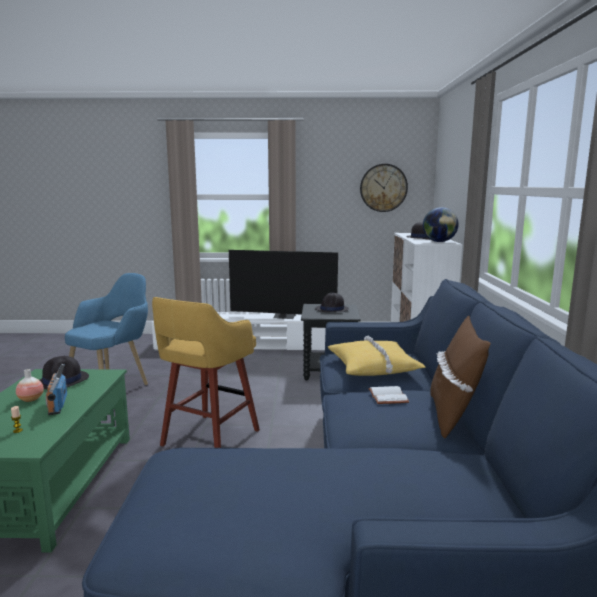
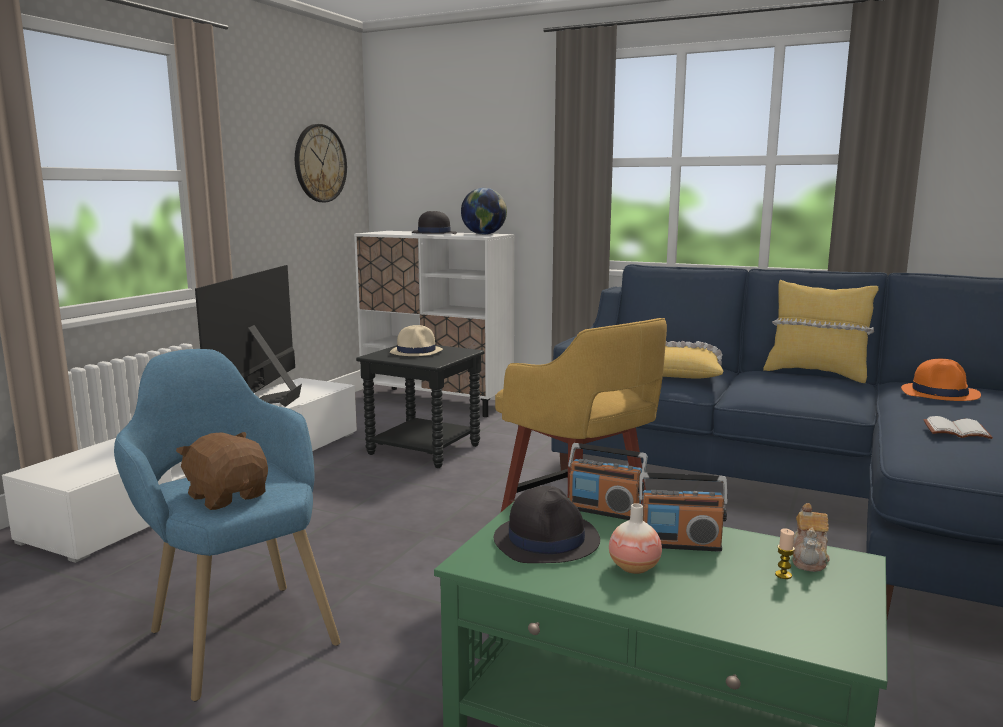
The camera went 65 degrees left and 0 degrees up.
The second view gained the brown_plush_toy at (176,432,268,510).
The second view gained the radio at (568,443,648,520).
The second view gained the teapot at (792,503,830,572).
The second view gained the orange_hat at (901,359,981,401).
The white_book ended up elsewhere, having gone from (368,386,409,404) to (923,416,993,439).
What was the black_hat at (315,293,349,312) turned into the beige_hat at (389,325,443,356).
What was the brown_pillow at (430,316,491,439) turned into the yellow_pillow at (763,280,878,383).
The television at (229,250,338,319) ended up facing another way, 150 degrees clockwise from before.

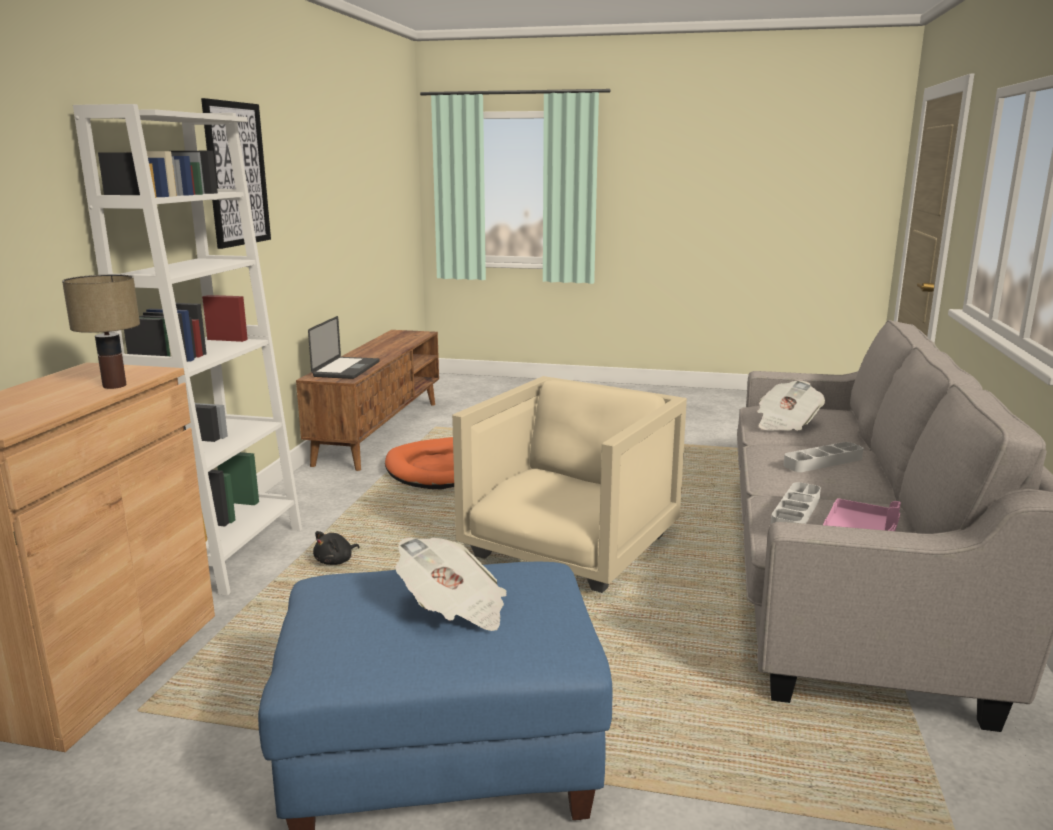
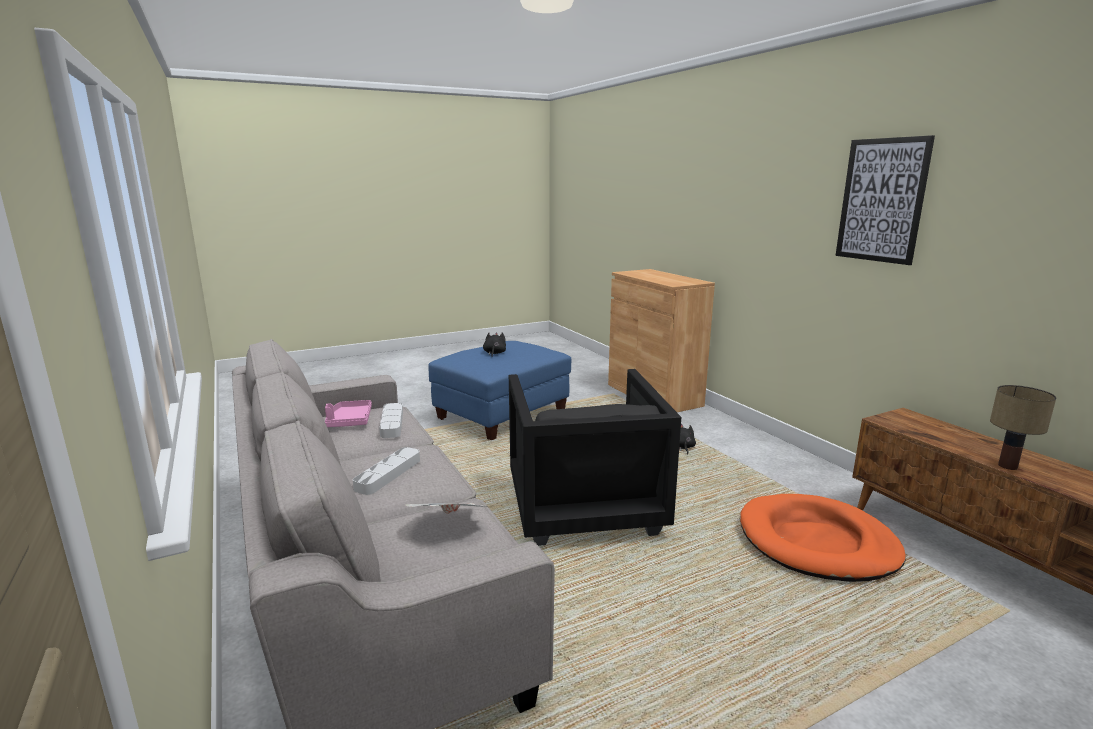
The camera went 140 degrees right and 0 degrees up.
The second view lost the white_bookcase at (73,104,302,595).
The second view lost the laptop at (308,316,379,379).
The table_lamp ended up elsewhere, having gone from (62,274,140,389) to (990,385,1056,470).
Where the newspaper stood at (395,537,507,631), the black_plush_toy came to stand at (483,332,506,356).
What was the beige_armchair at (452,376,687,593) turned into the black_armchair at (509,369,681,546).

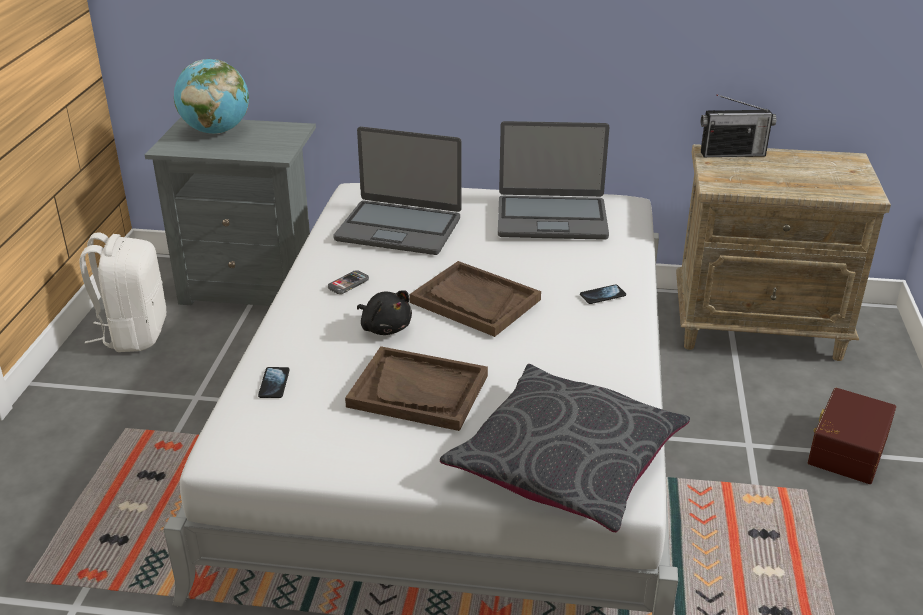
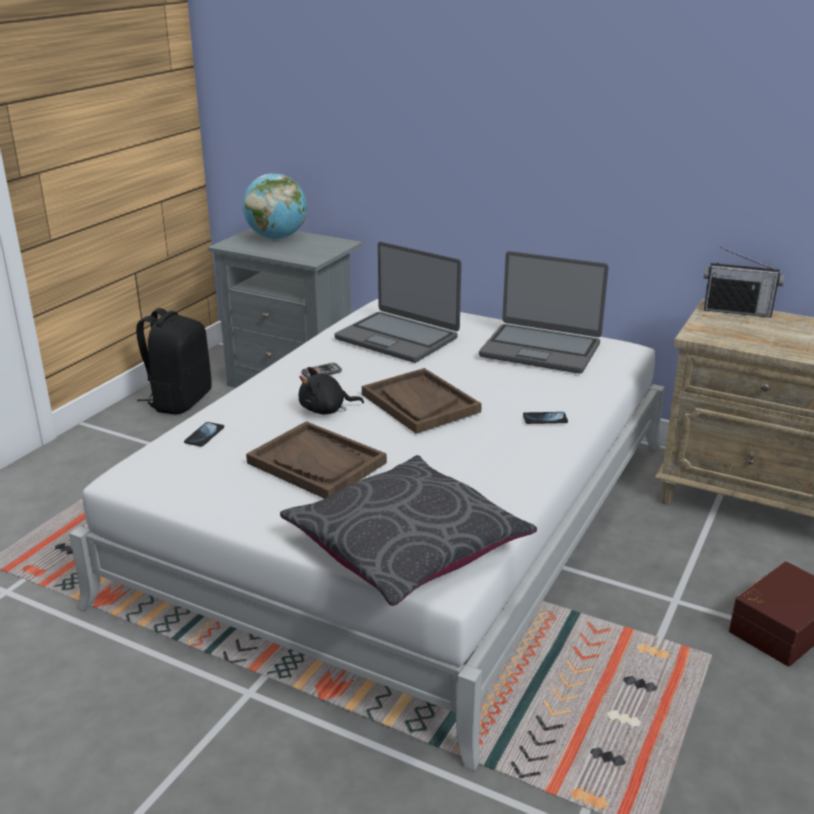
The camera went 20 degrees right and 5 degrees down.
What was the white_backpack at (79,232,166,352) turned into the black_backpack at (136,308,212,415).
The black_plush_toy at (357,290,412,335) ended up facing another way, 105 degrees clockwise from before.

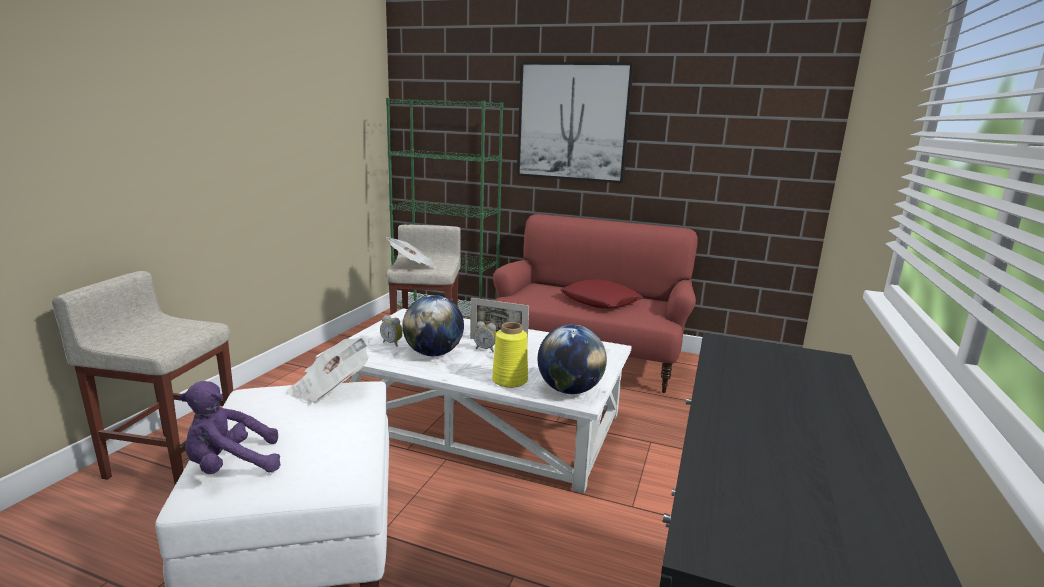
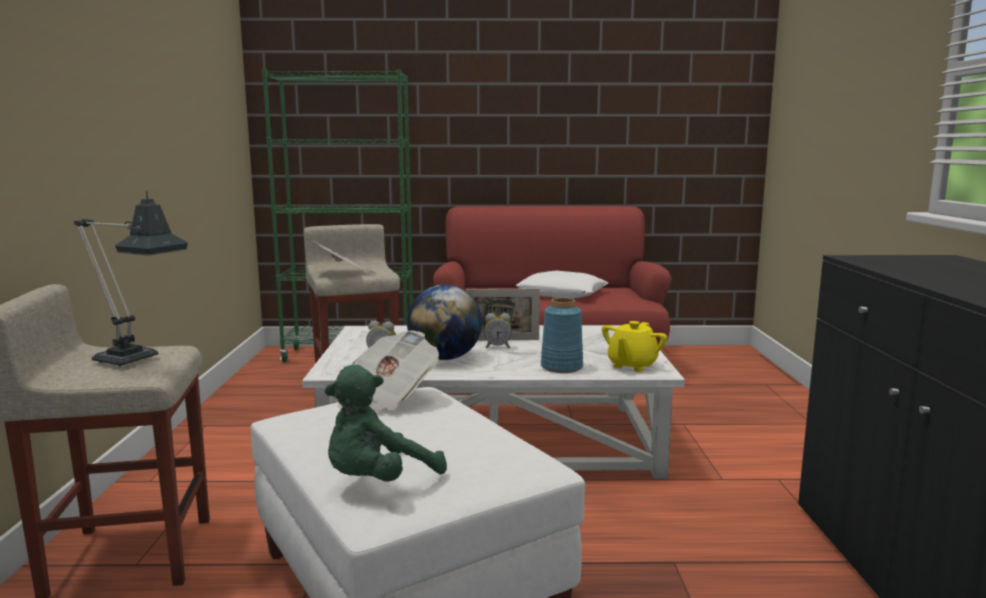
The camera went 20 degrees left and 5 degrees down.
The second view lost the picture at (517,62,634,184).
The second view gained the table_lamp at (74,191,188,367).
Where the globe stood at (538,325,607,394), the yellow_teapot came to stand at (602,321,667,372).
What was the purple_plush_toy at (179,381,280,474) turned into the green_plush_toy at (325,365,447,482).
What was the yellow_vase at (492,322,528,388) turned into the blue_vase at (541,297,583,373).
What was the red_pillow at (560,280,643,309) turned into the white_pillow at (516,271,608,298).

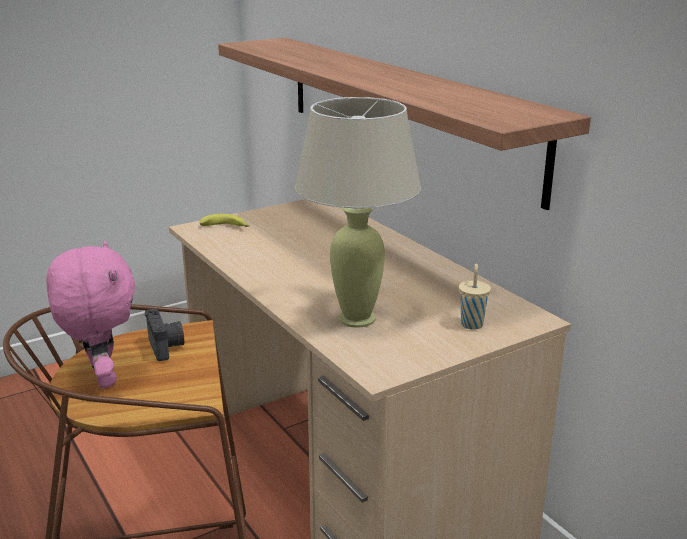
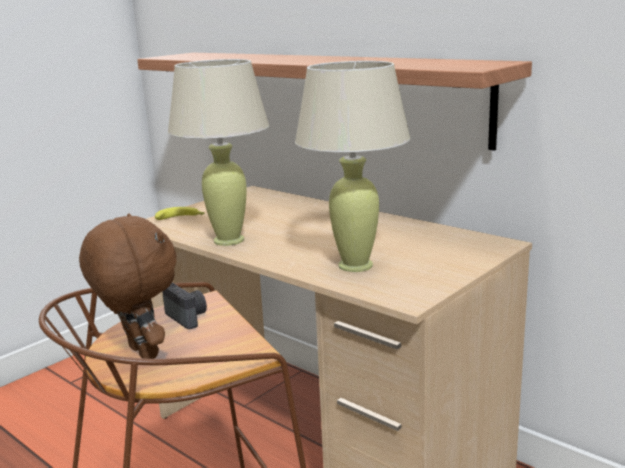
The camera went 15 degrees left and 5 degrees down.
The second view lost the beige_cup at (459,263,491,329).
The second view gained the beige_table_lamp at (168,59,269,246).
What was the pink_plush_toy at (46,241,135,388) turned into the brown_plush_toy at (79,213,177,359).

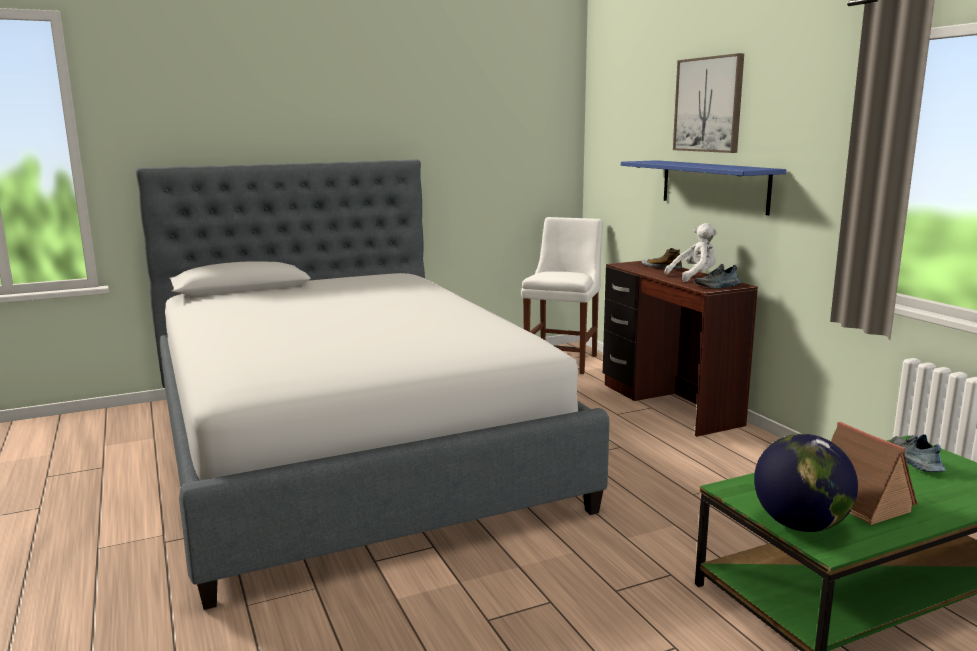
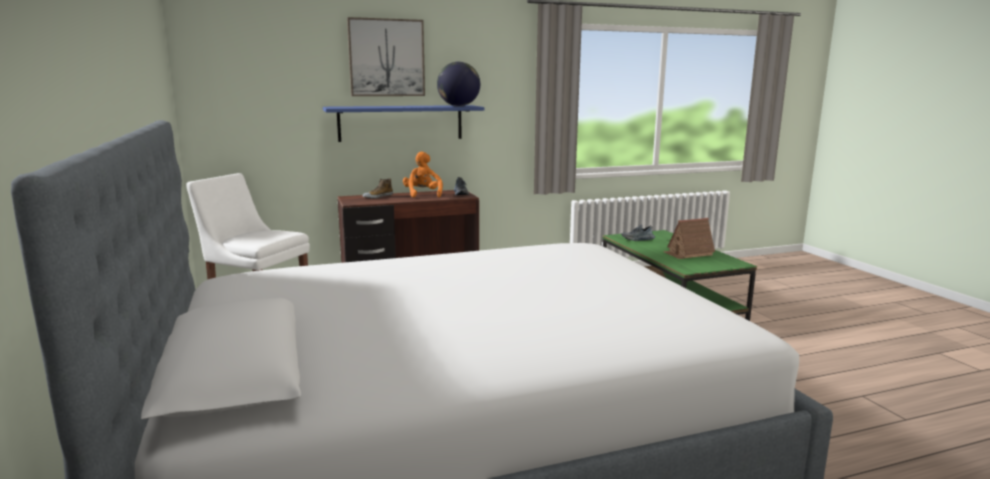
The camera went 85 degrees left and 0 degrees up.
The globe ended up elsewhere, having gone from (754,434,858,532) to (437,62,480,106).
What was the white_plush_toy at (665,223,718,282) turned into the orange_plush_toy at (403,152,443,198).

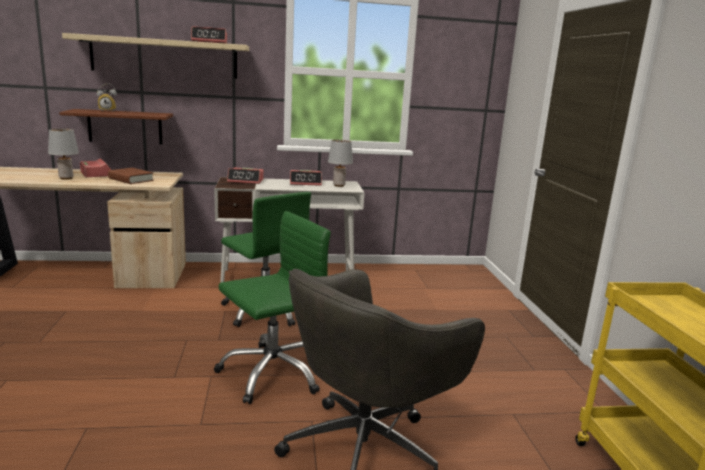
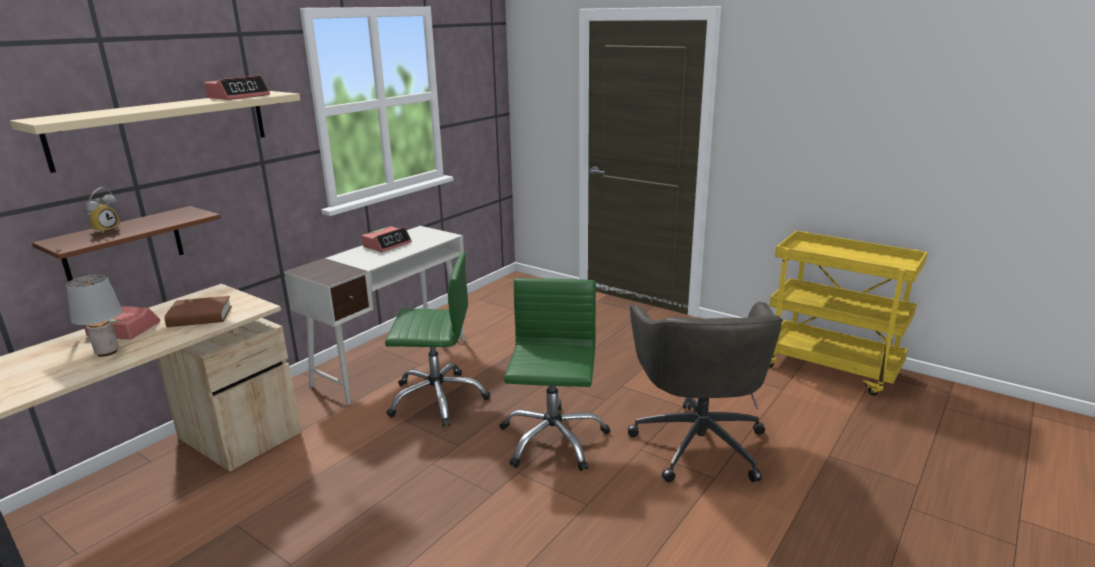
The camera went 45 degrees left and 5 degrees up.
The second view lost the alarm_clock at (227,167,264,184).
The second view lost the grey_table_lamp at (328,140,353,187).

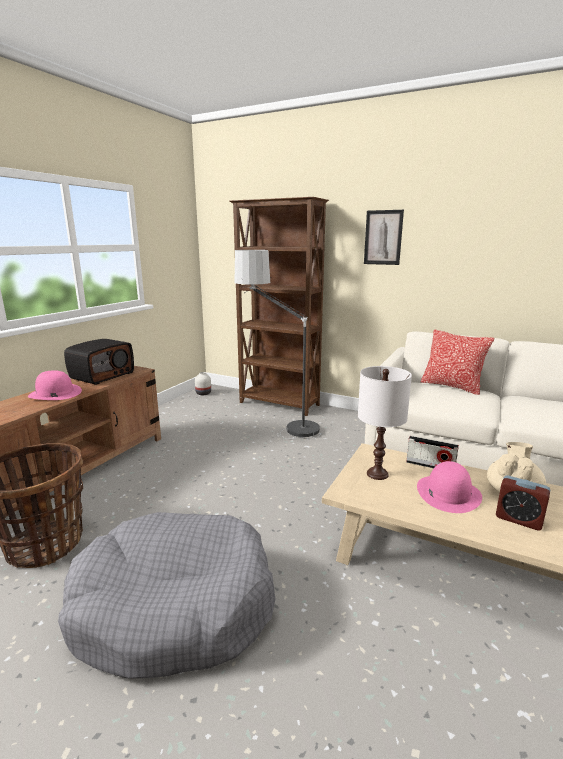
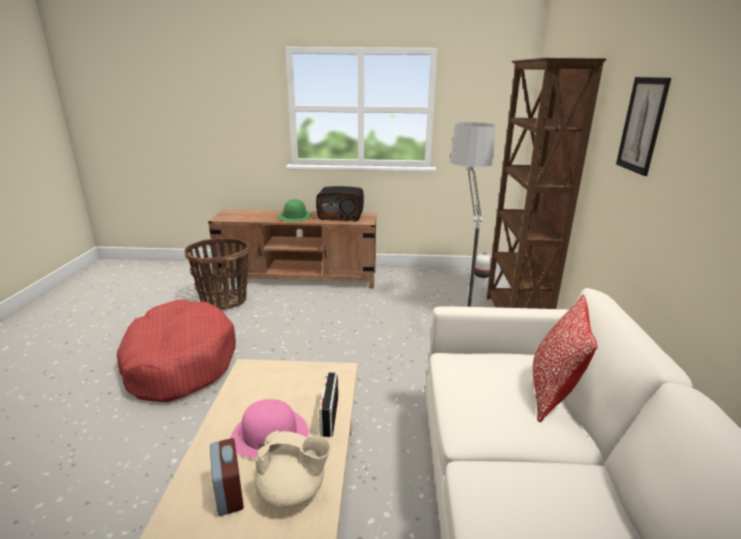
The camera went 65 degrees right and 5 degrees up.
The second view lost the white_table_lamp at (358,366,412,480).
What was the pink_hat at (28,370,82,400) turned into the green_hat at (278,199,312,222).
What was the grey_dog_bed at (58,512,275,679) turned into the red_dog_bed at (117,299,236,402).
The alarm_clock at (496,476,550,530) ended up facing another way, 150 degrees clockwise from before.

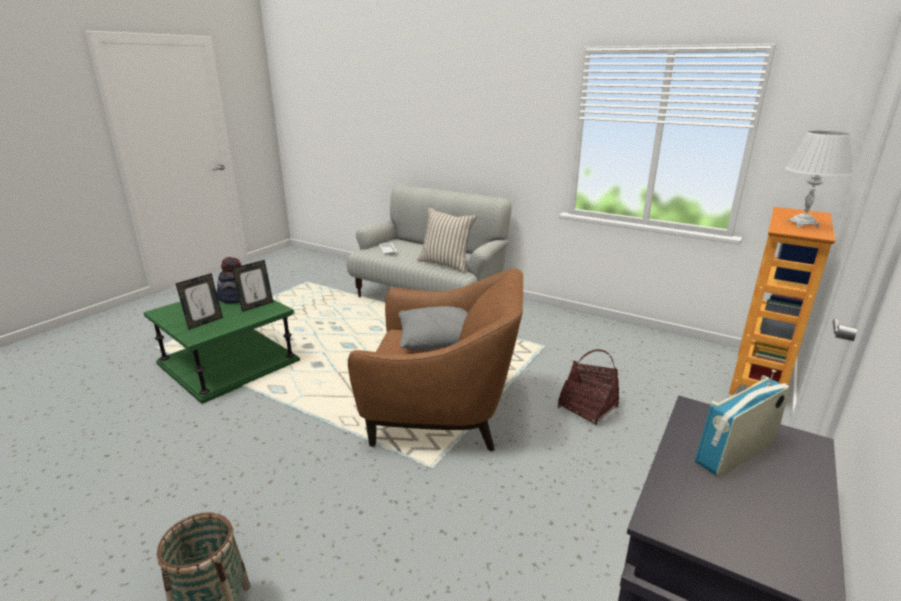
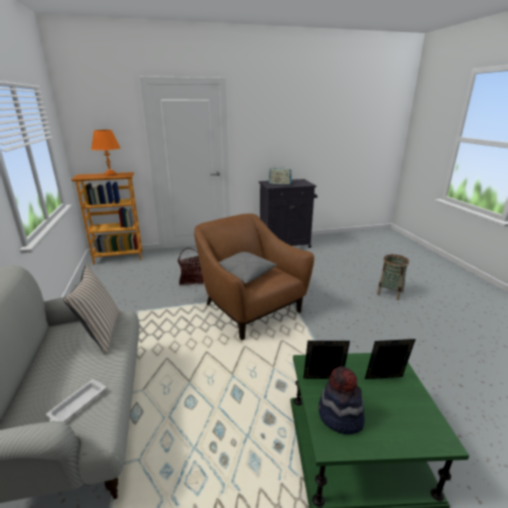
The camera went 135 degrees left and 0 degrees up.
What was the white_table_lamp at (785,131,853,228) turned into the orange_table_lamp at (91,130,120,176).

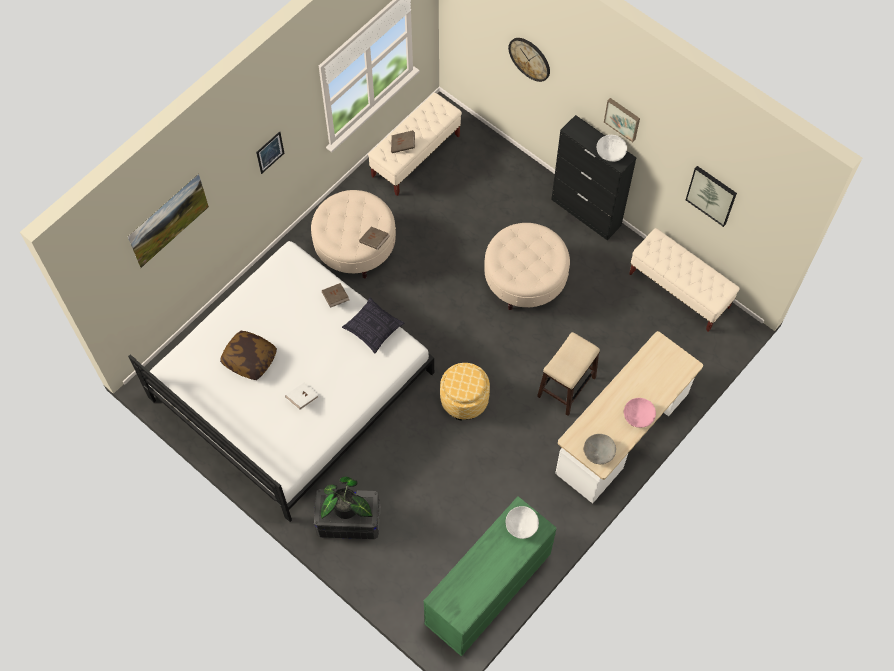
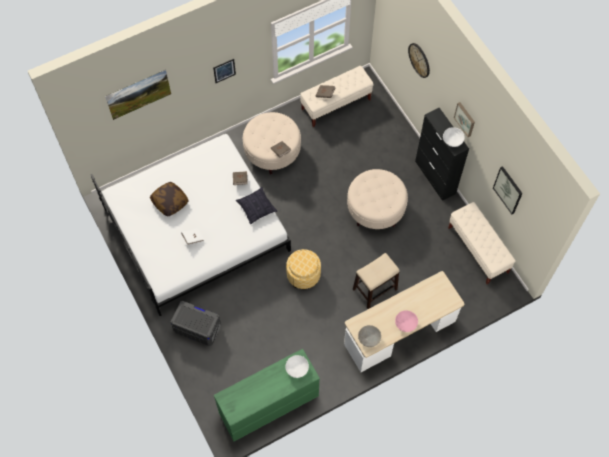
The camera went 20 degrees right and 0 degrees up.
The second view lost the potted_plant at (321,476,373,519).

